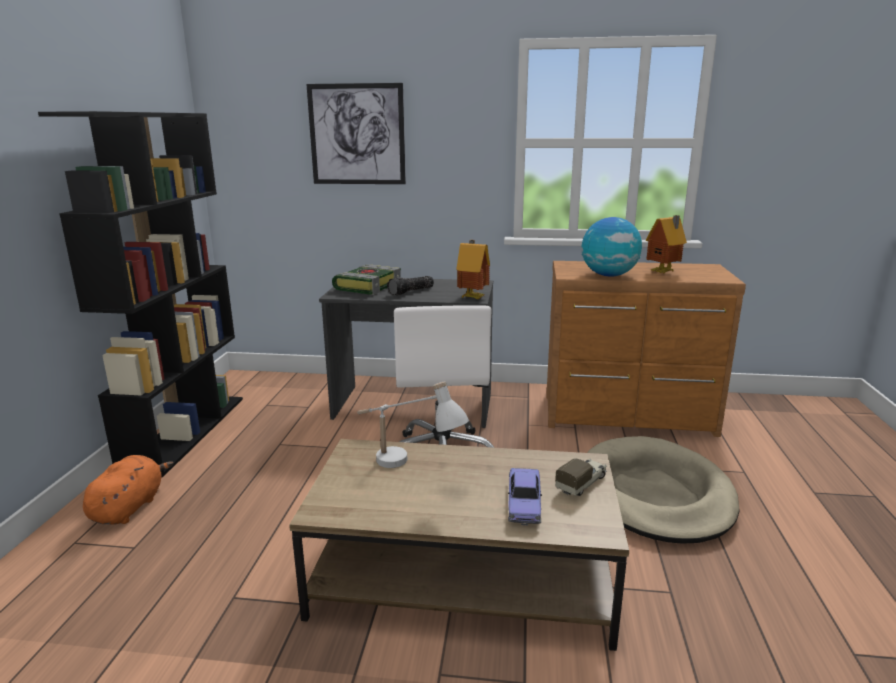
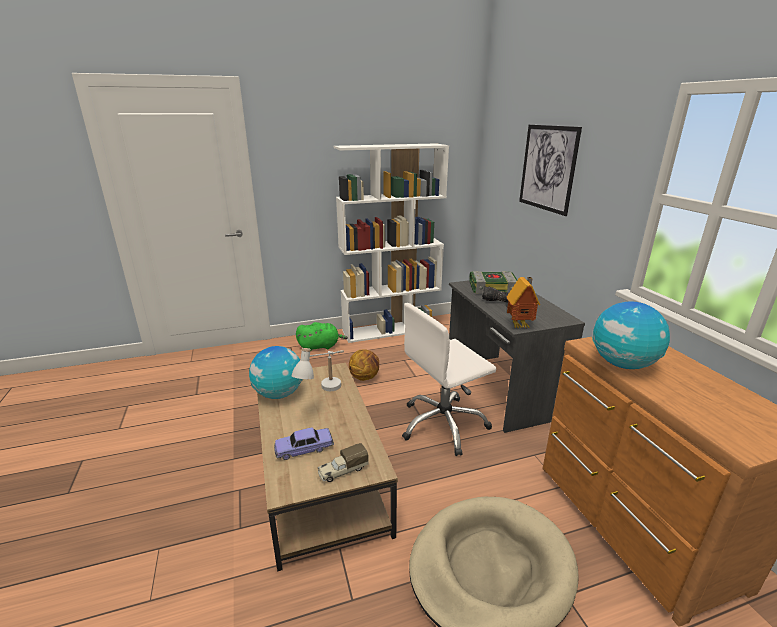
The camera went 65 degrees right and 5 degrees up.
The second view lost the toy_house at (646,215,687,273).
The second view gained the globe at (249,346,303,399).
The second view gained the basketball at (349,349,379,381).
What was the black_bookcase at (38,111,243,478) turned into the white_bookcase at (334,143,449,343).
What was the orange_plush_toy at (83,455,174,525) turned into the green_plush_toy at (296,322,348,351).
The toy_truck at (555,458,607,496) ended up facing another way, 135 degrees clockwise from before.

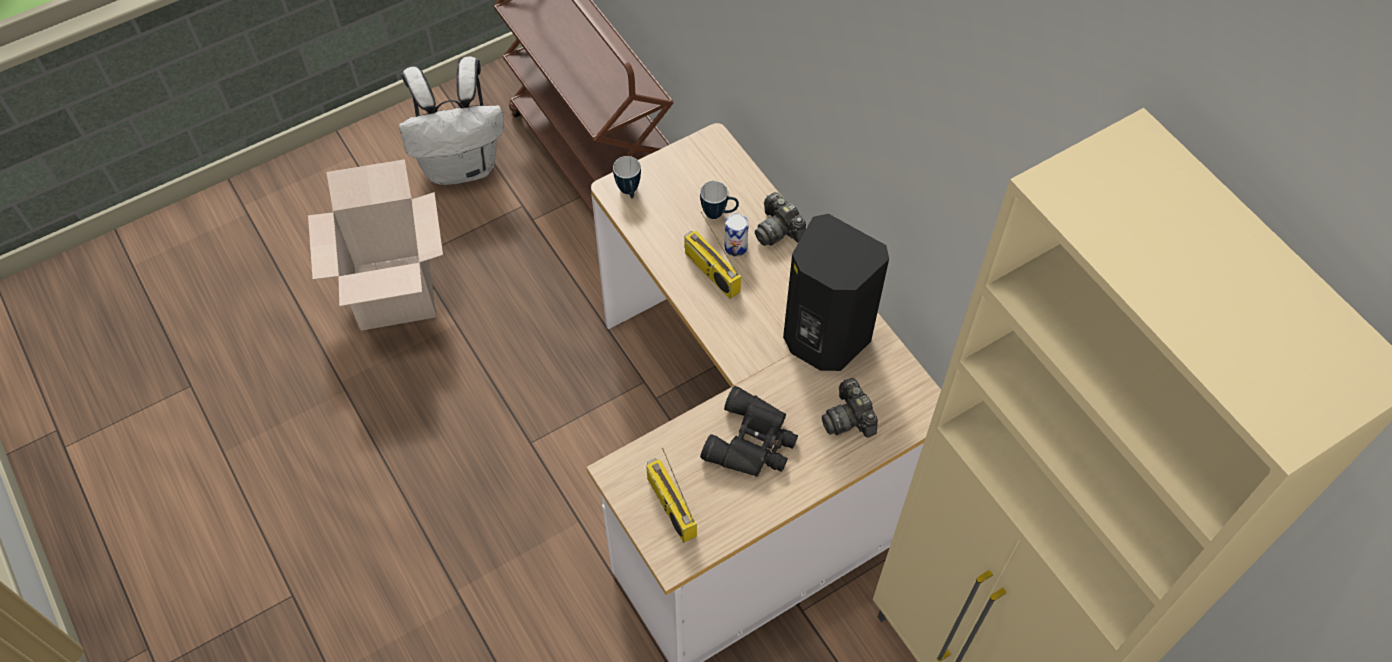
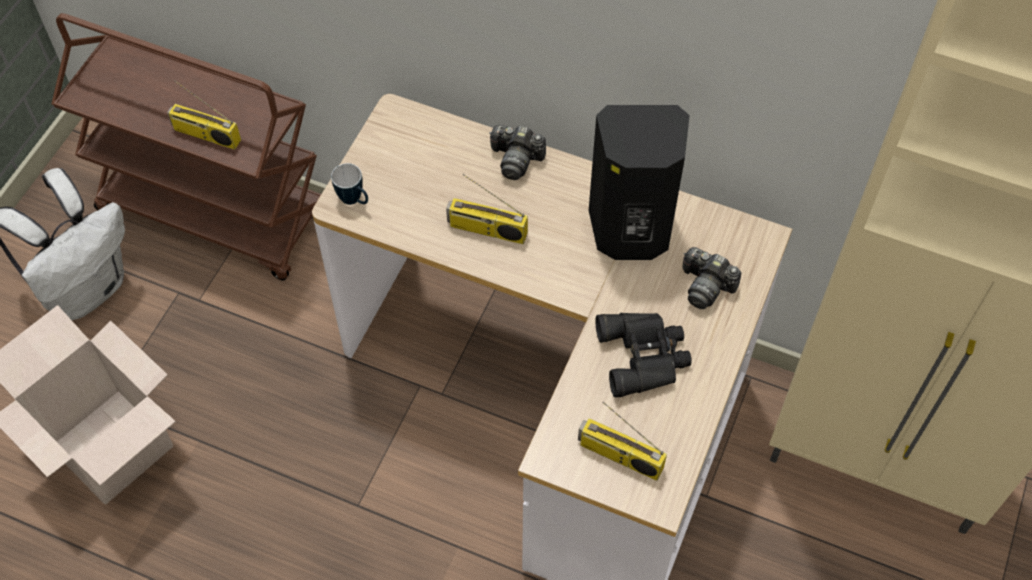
The camera went 35 degrees left and 0 degrees up.
The second view lost the mug at (700,181,739,219).
The second view lost the can at (724,213,749,257).
The second view gained the radio at (167,80,241,150).

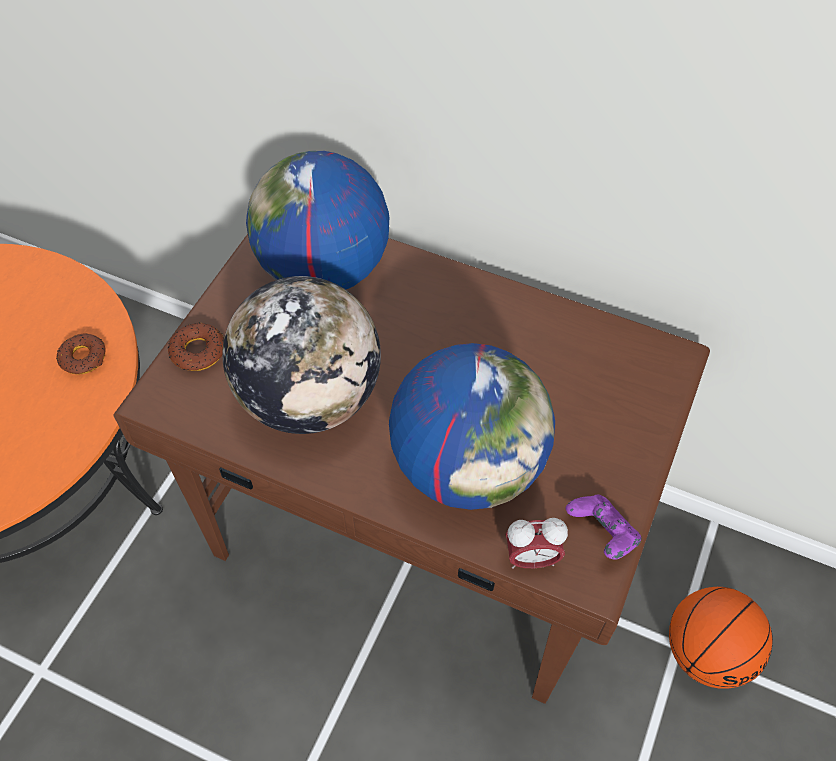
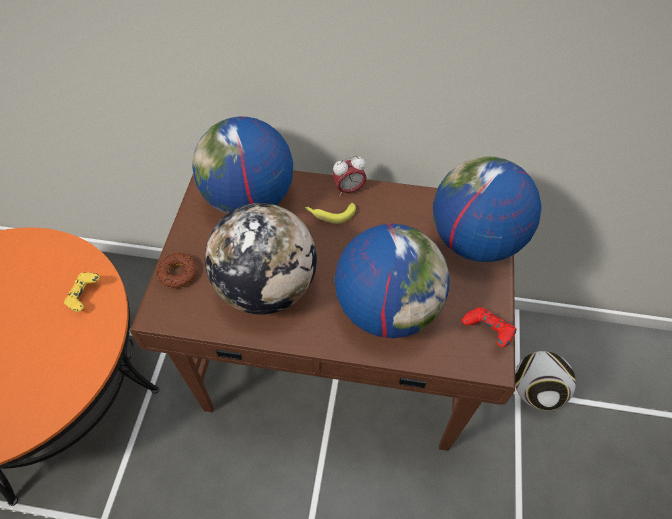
The camera went 15 degrees left and 0 degrees up.
The second view gained the banana at (305,203,356,224).
The second view gained the globe at (433,156,542,262).
The alarm_clock ended up elsewhere, having gone from (505,518,568,569) to (332,156,367,196).
Where the donut stood at (56,333,105,374), the yellow_game_controller came to stand at (64,272,100,312).
Where the basketball stood at (669,587,773,689), the football came to stand at (515,351,576,410).
What was the purple_game_controller at (566,494,641,560) turned into the red_game_controller at (462,307,517,347).

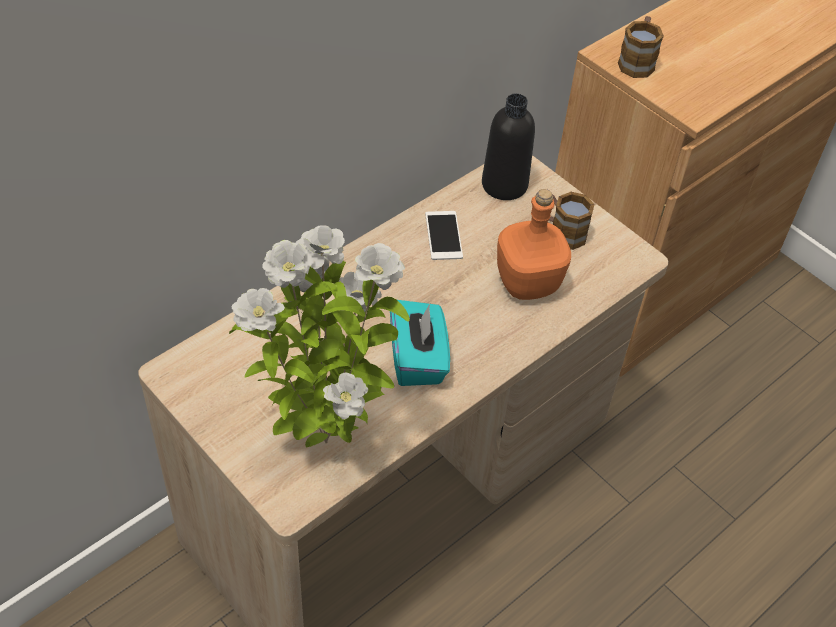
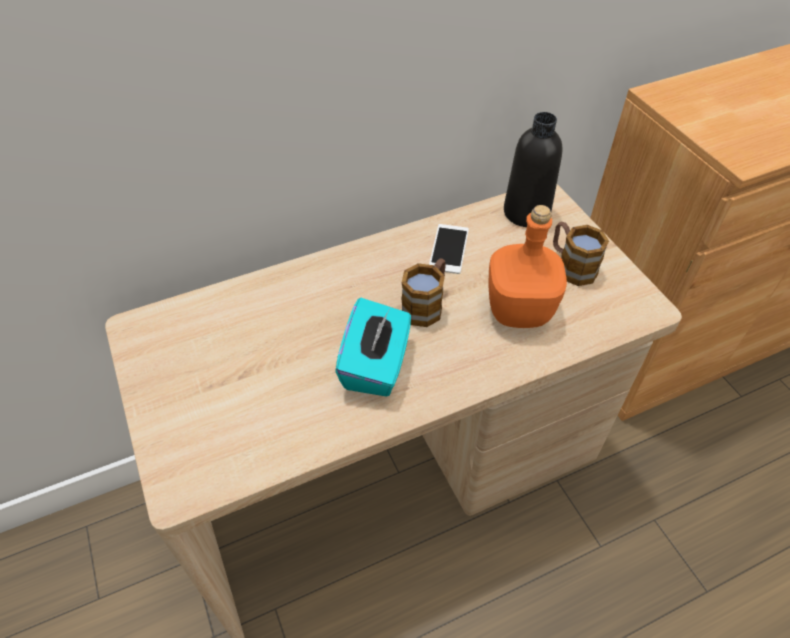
The camera went 20 degrees right and 0 degrees up.
The second view lost the potted_plant at (229,225,410,447).
The mug ended up elsewhere, having gone from (618,16,664,78) to (402,258,446,327).

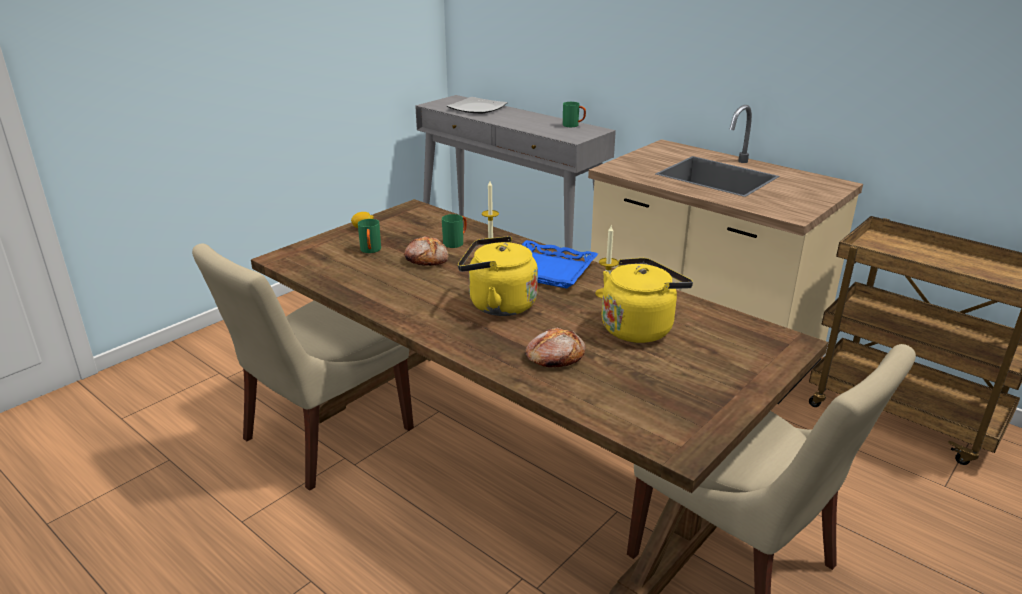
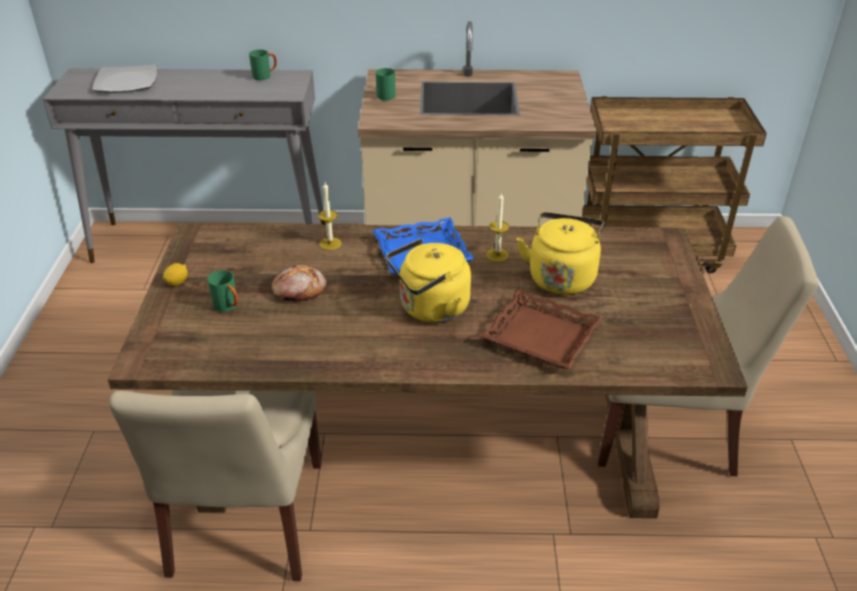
The camera went 40 degrees left and 10 degrees up.
The green_mug ended up elsewhere, having gone from (442,214,467,248) to (376,68,396,100).
Where the bread stood at (525,328,586,367), the brown_tray came to stand at (480,289,603,369).

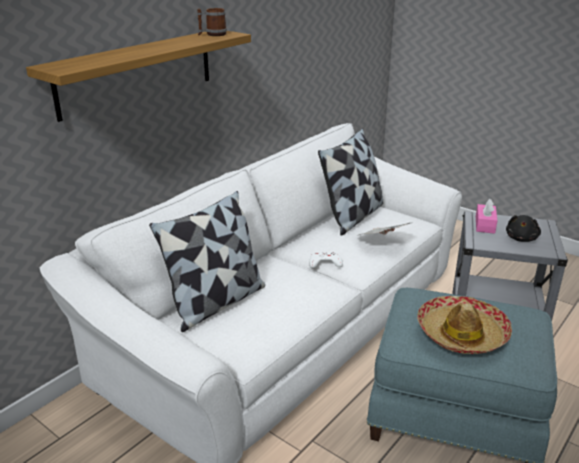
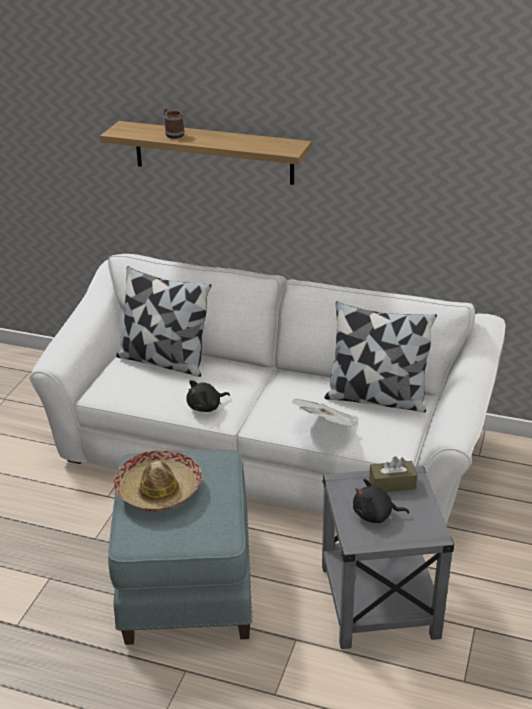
The camera went 70 degrees right and 5 degrees up.
The second view lost the white_game_controller at (309,252,343,268).
The second view gained the black_plush_toy at (186,380,230,412).
The mug ended up elsewhere, having gone from (197,8,227,36) to (164,108,185,139).
What was the pink_tissue_box at (476,199,498,234) turned into the brown_tissue_box at (369,456,417,492).

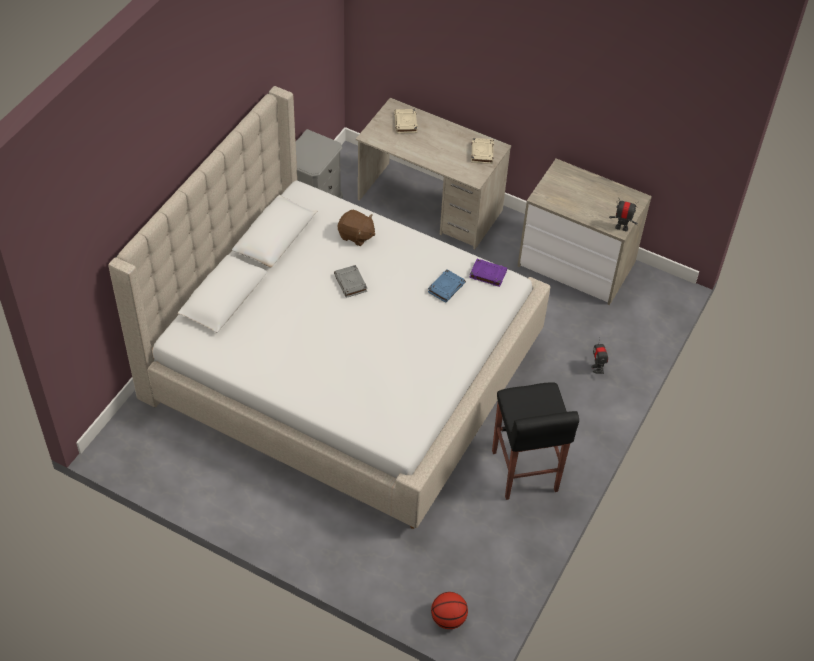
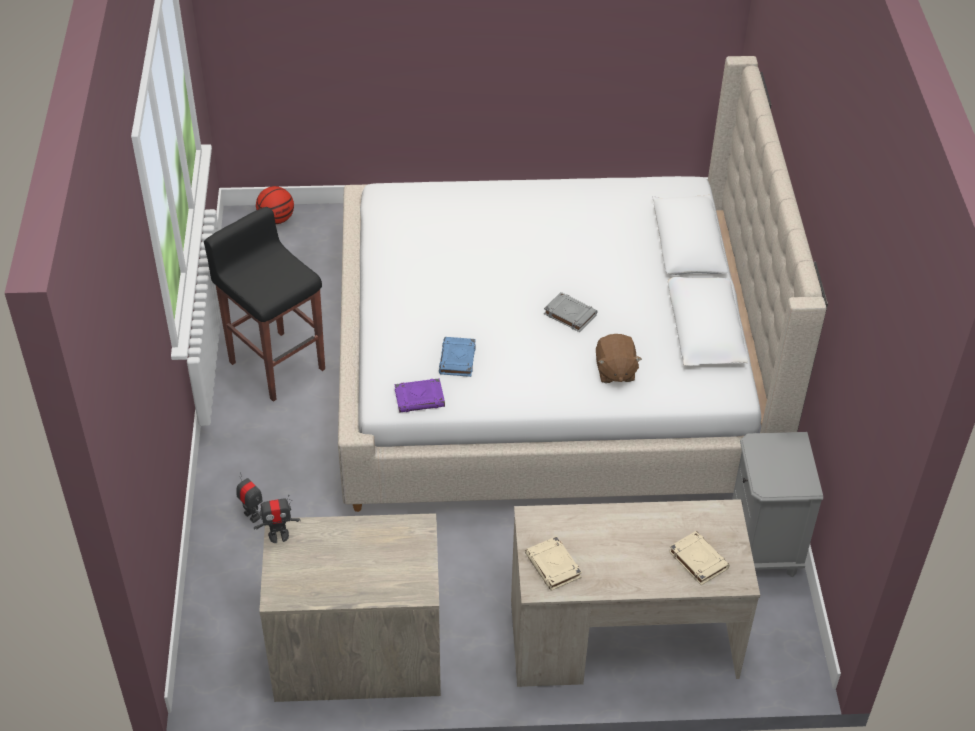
The camera went 150 degrees right and 5 degrees down.
The brown_plush_toy at (338,210,375,246) ended up facing another way, 90 degrees counterclockwise from before.

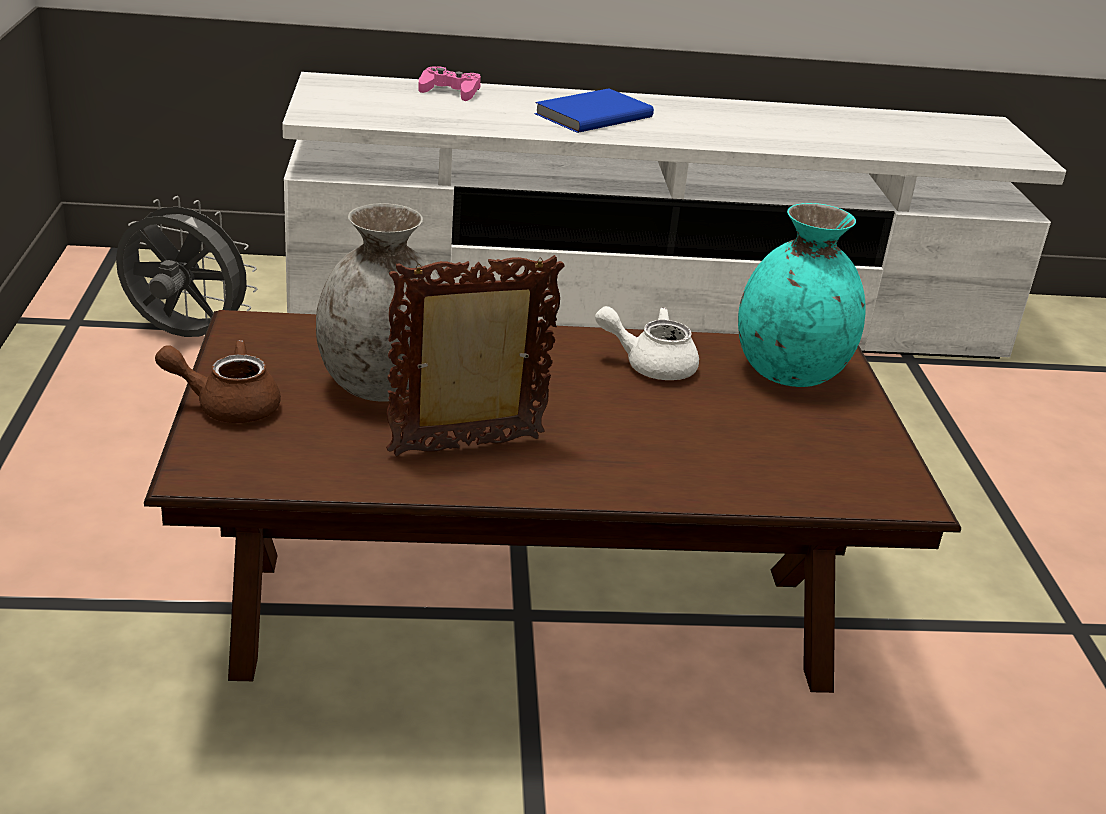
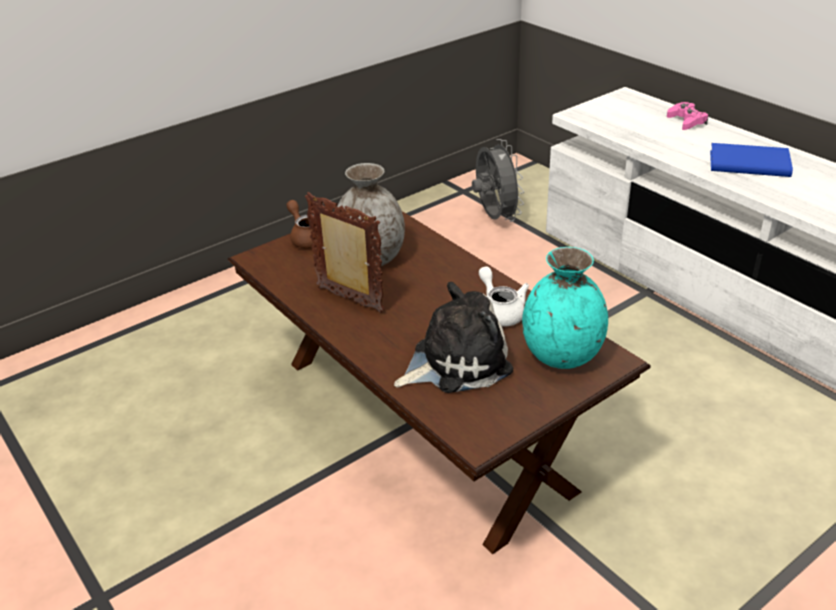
The camera went 60 degrees right and 5 degrees up.
The second view gained the plush_toy at (394,282,513,393).

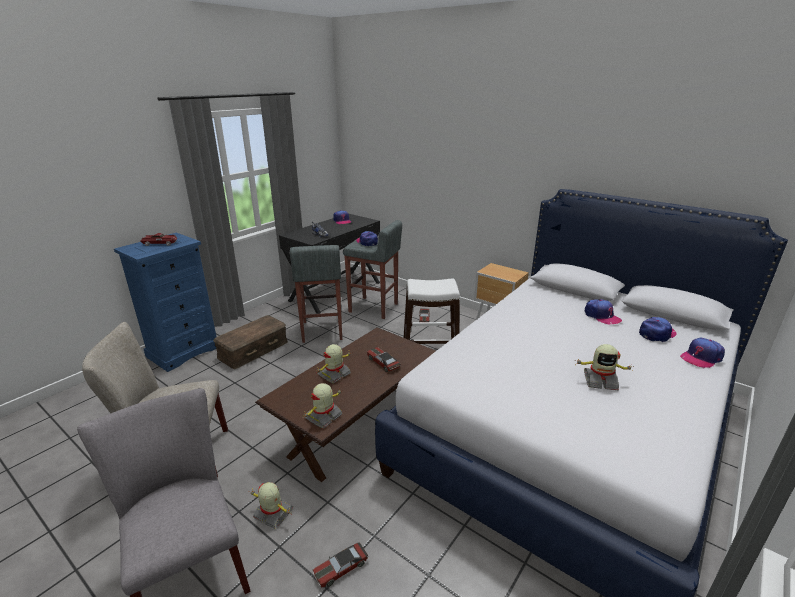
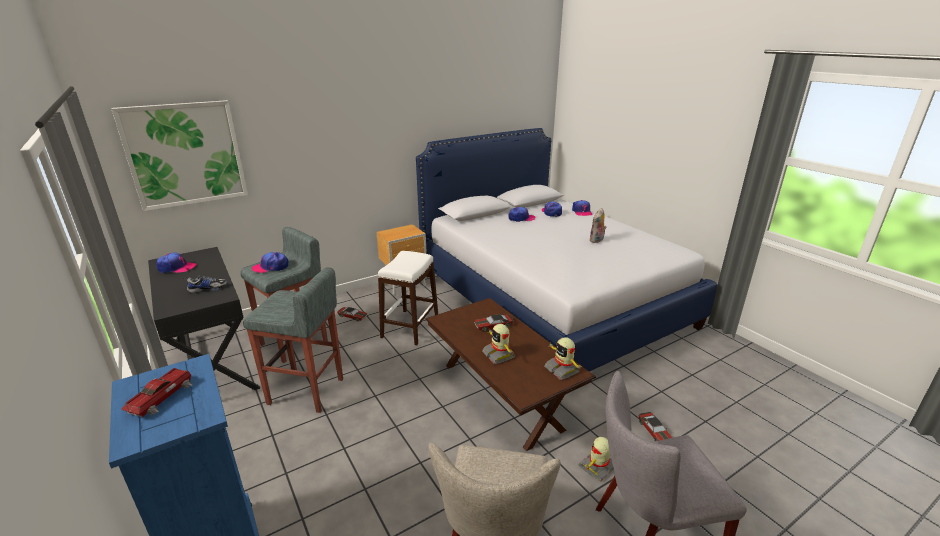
The camera went 70 degrees left and 0 degrees up.
The second view lost the brown_storage_box at (213,315,288,369).
The second view gained the picture at (111,100,248,211).
Where the toy_robot stood at (575,344,633,391), the plush_toy came to stand at (589,208,607,243).

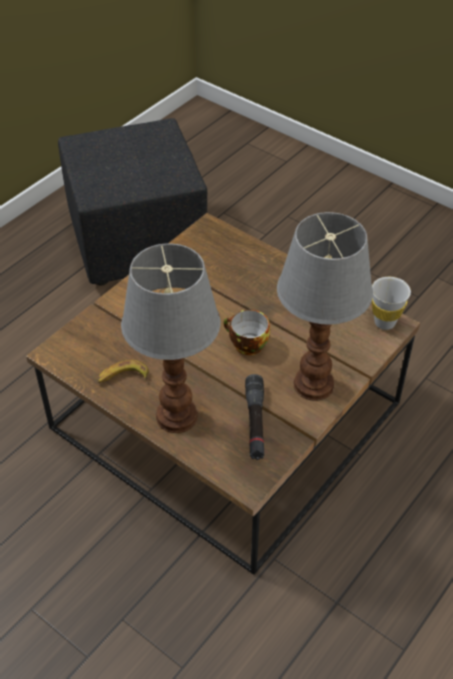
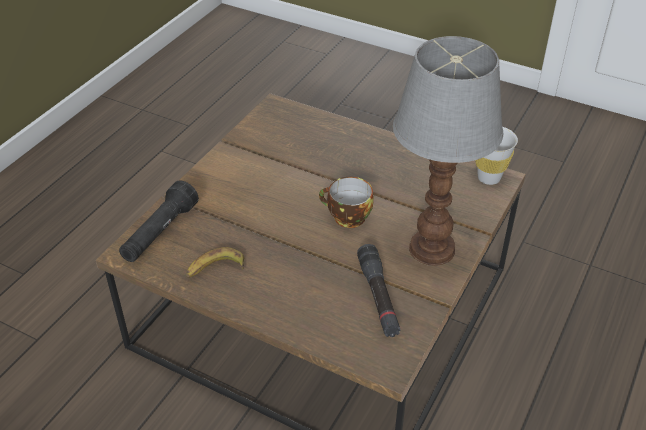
The camera went 10 degrees left and 5 degrees down.
The second view lost the black_ottoman at (58,118,207,285).
The second view lost the table_lamp at (121,243,221,433).
The second view gained the black_flashlight at (119,180,199,262).

